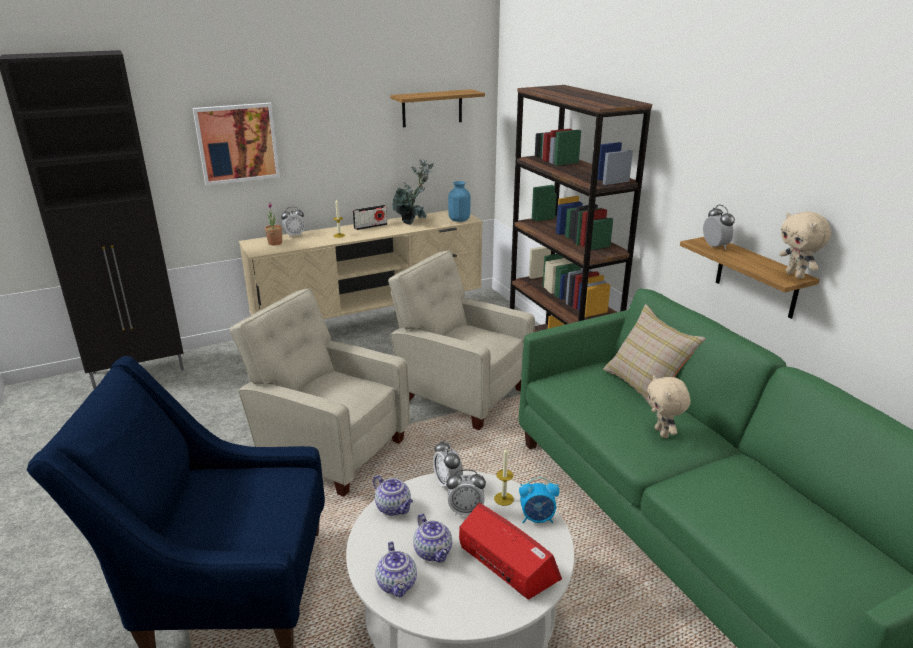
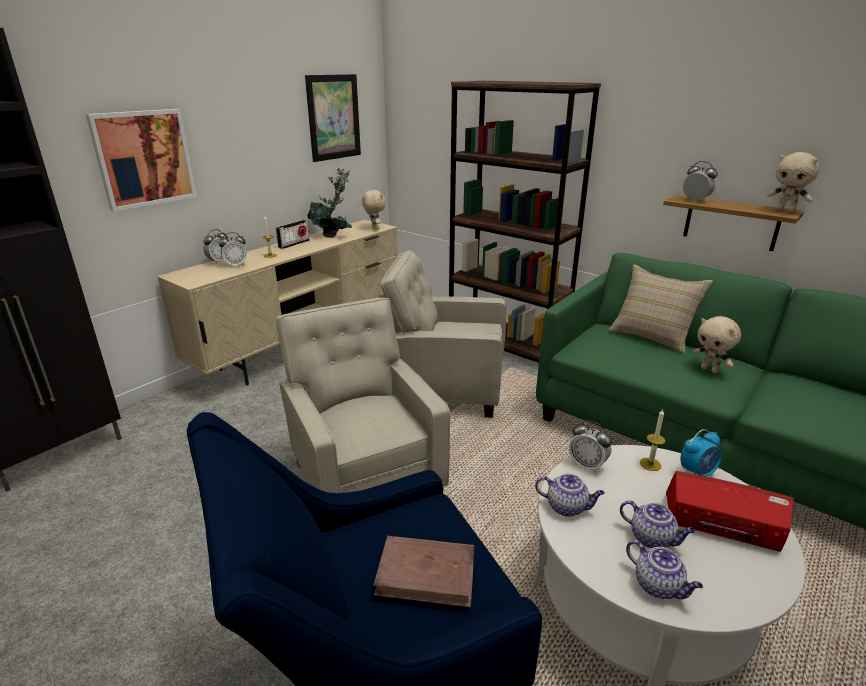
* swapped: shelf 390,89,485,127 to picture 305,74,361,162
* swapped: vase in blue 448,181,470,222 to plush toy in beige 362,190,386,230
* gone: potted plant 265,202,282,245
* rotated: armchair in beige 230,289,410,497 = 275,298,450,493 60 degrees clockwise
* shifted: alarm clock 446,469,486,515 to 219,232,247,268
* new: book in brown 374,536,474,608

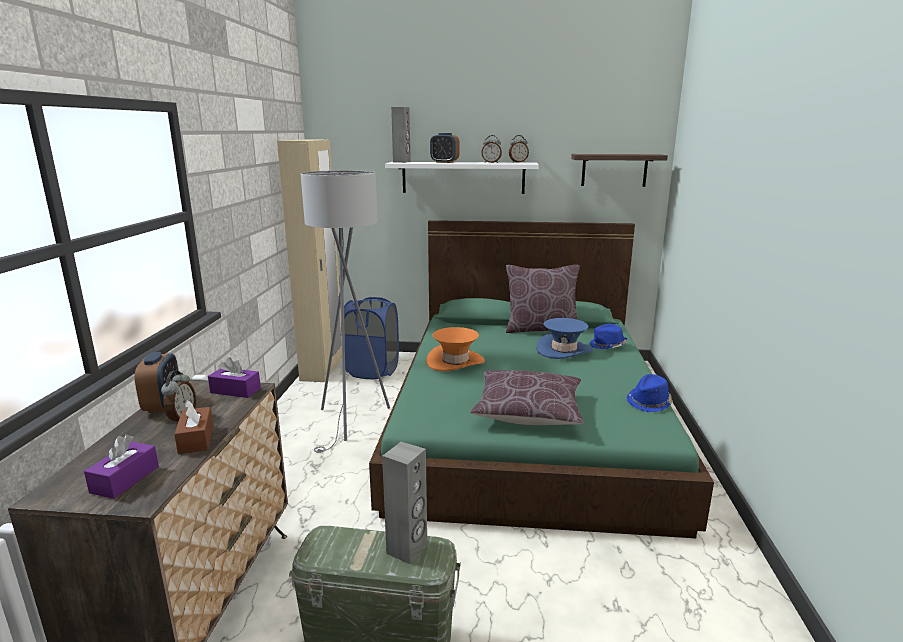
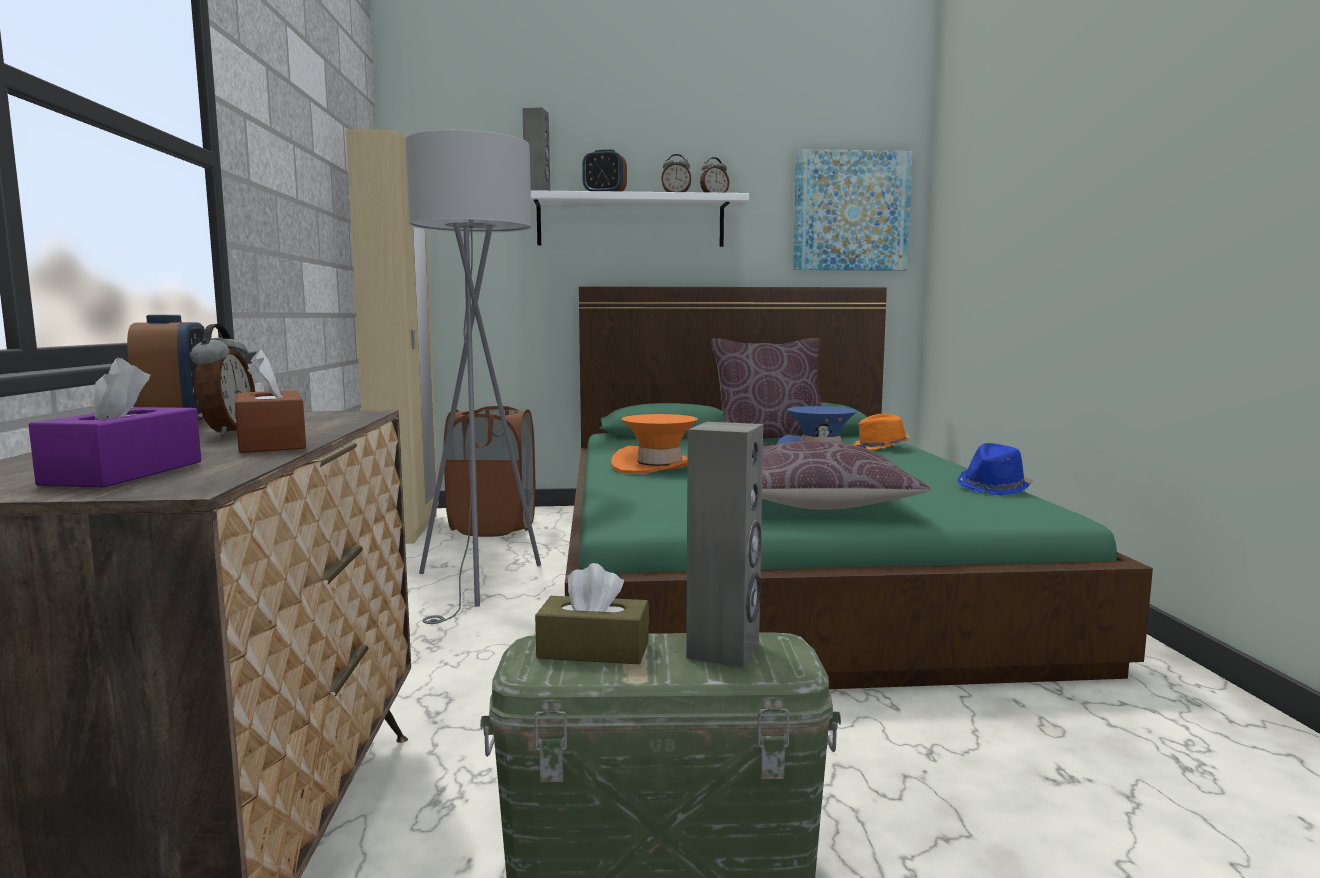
* swapped: shelf 571,154,668,187 to picture 793,149,913,271
* repainted: laundry basket in blue 344,297,399,379 to laundry basket in brown 444,406,536,537
* repainted: hat in blue 589,324,627,349 to hat in orange 853,414,911,449
* gone: tissue box in purple 208,357,261,398
* new: tissue box in brown 535,563,649,664

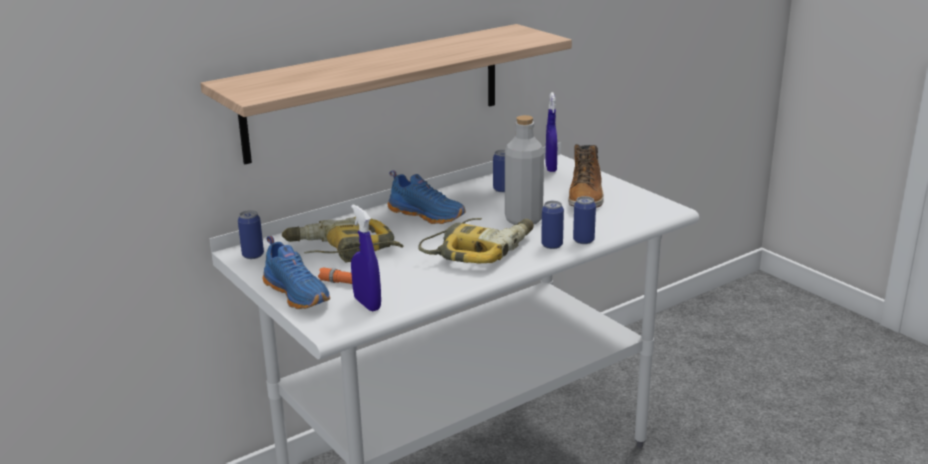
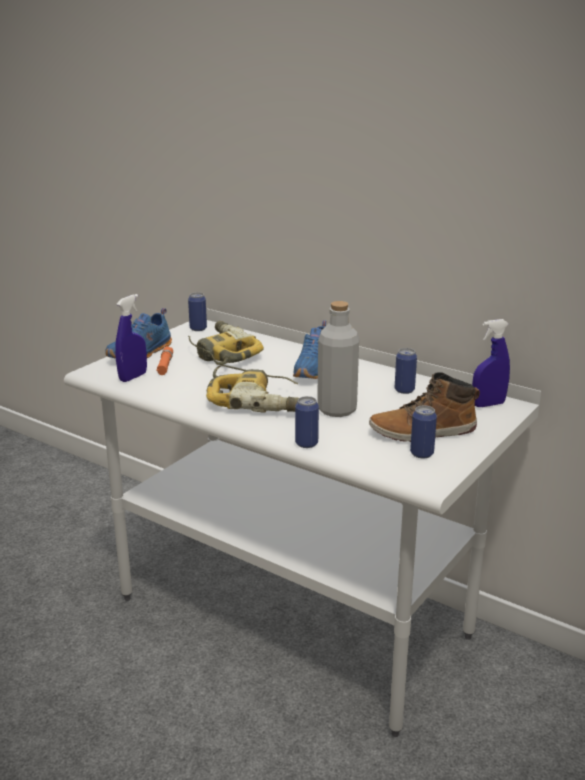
* gone: shelf 200,24,572,164
* shifted: can 541,201,564,249 to 410,405,437,458

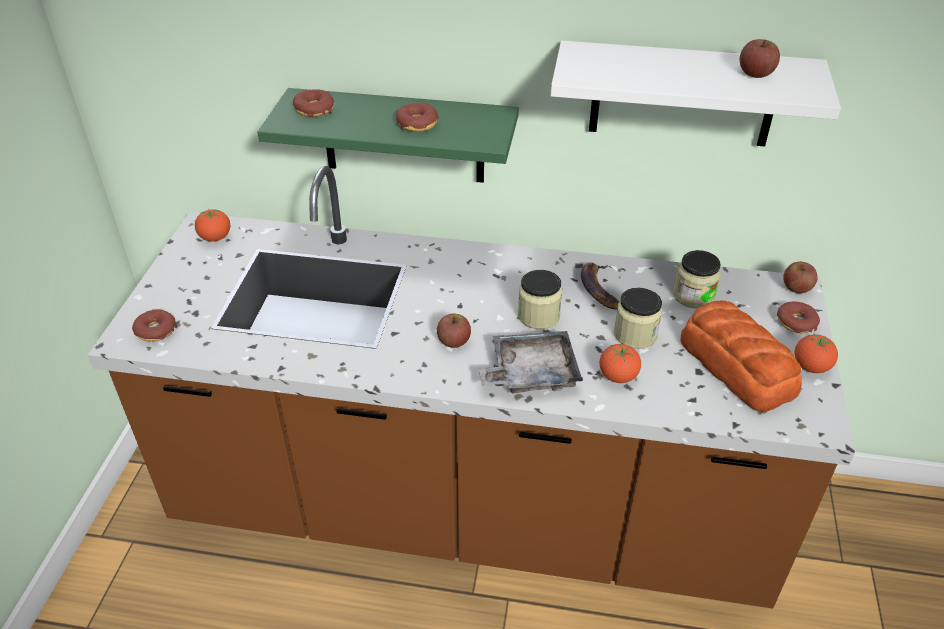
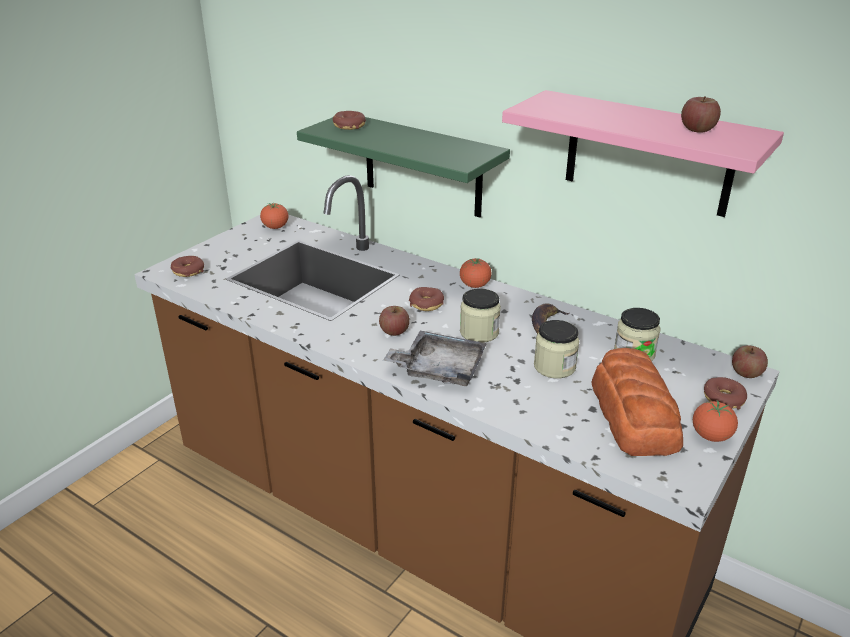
* repainted: shelf in white 551,41,841,146 to shelf in pink 502,90,784,217
* shifted: donut 396,103,439,132 to 409,287,444,311
* shifted: tomato 600,344,641,383 to 460,258,492,288

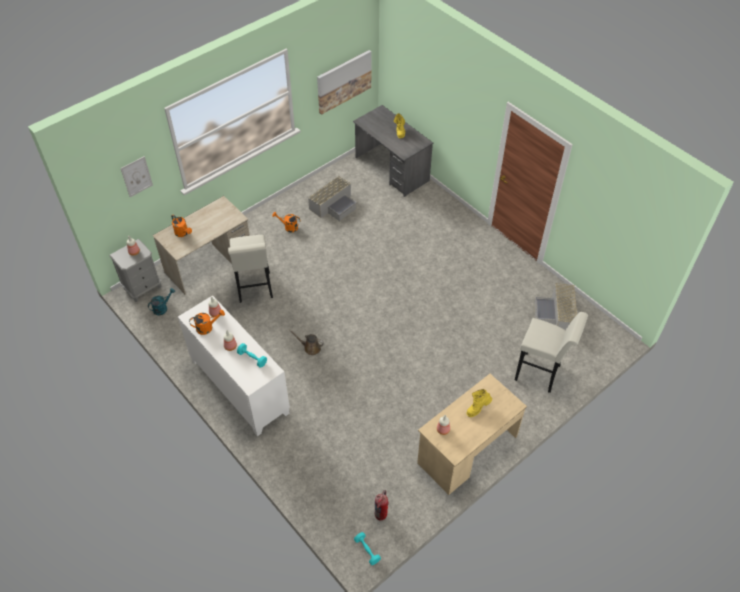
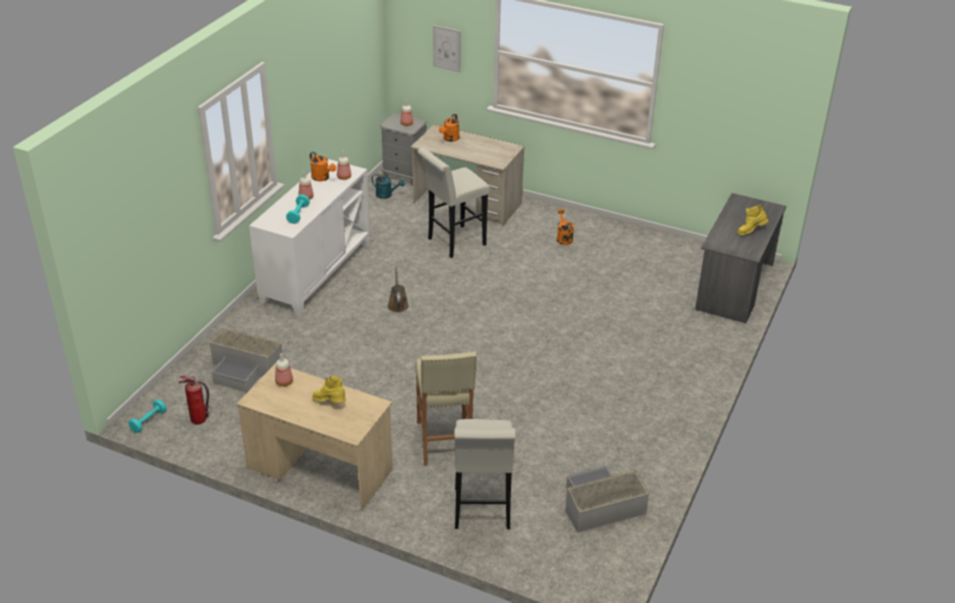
* gone: picture 317,50,371,115
* shifted: storage box in grey 308,177,357,221 to 209,328,282,392
* new: stool in beige 415,352,477,466

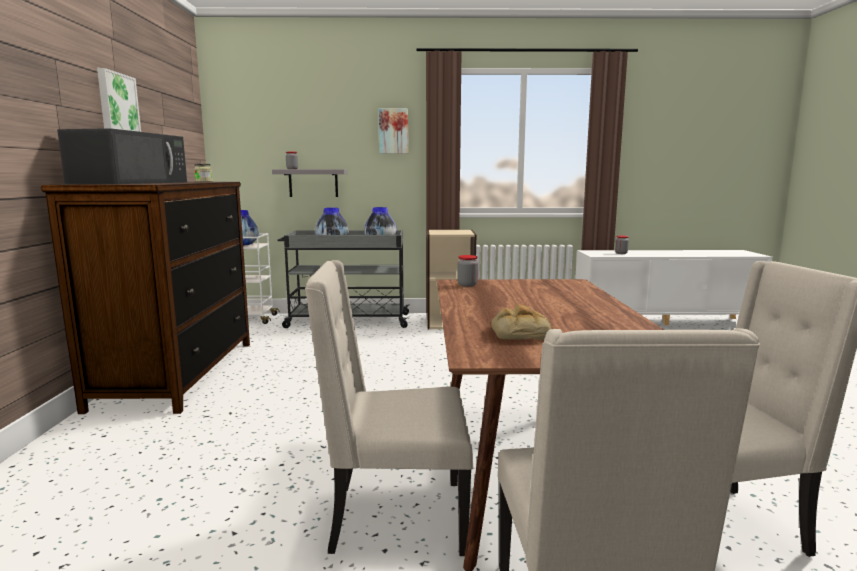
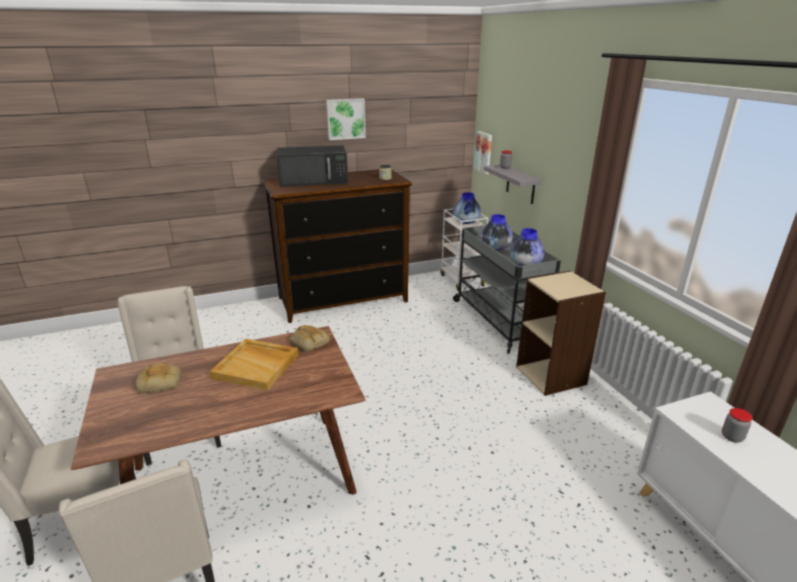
* shifted: picture 379,108,408,154 to 474,131,492,174
* swapped: jar 457,255,478,287 to bread 289,325,330,352
* new: tray in beige 210,339,299,391

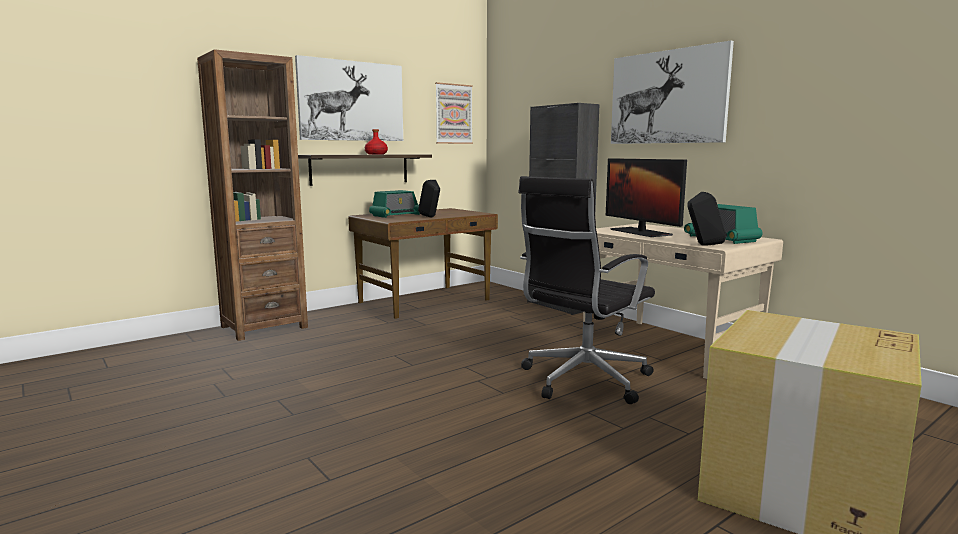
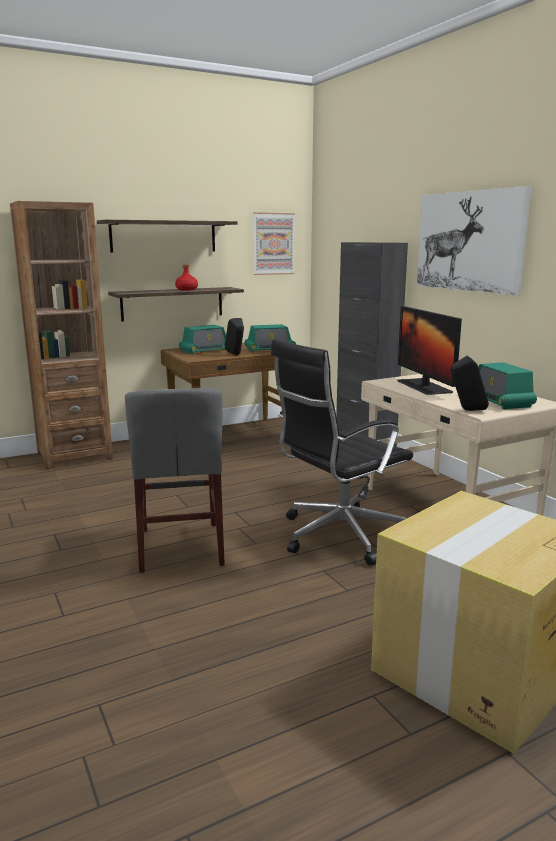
* swapped: picture 295,55,403,141 to shelf 97,220,237,253
* new: radio 244,324,296,352
* new: chair in grey 125,388,225,573

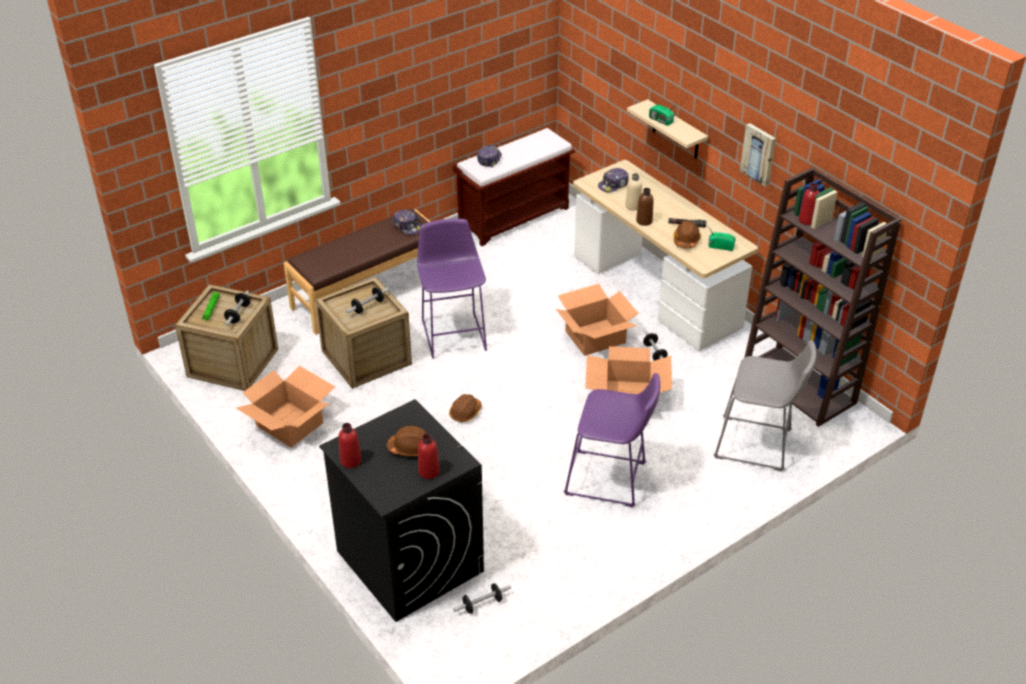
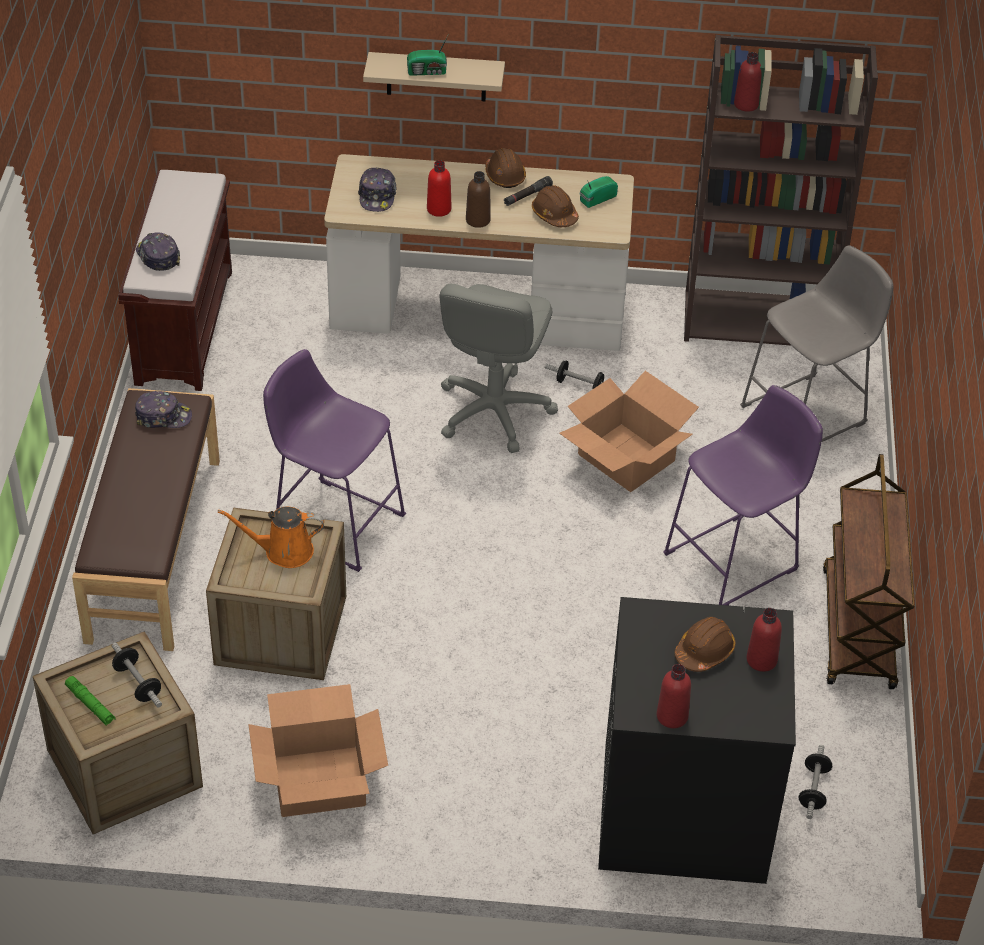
* gone: picture 740,123,776,187
* repainted: bottle in beige 625,173,642,211 to bottle in red 427,160,451,217
* swapped: cardboard box 556,284,639,356 to office chair in grey 439,284,558,453
* swapped: dumbbell 346,287,389,314 to watering can in orange 218,507,324,568
* shifted: hard hat in brown 449,394,482,422 to 486,148,526,188
* new: cart in brown 823,454,915,689

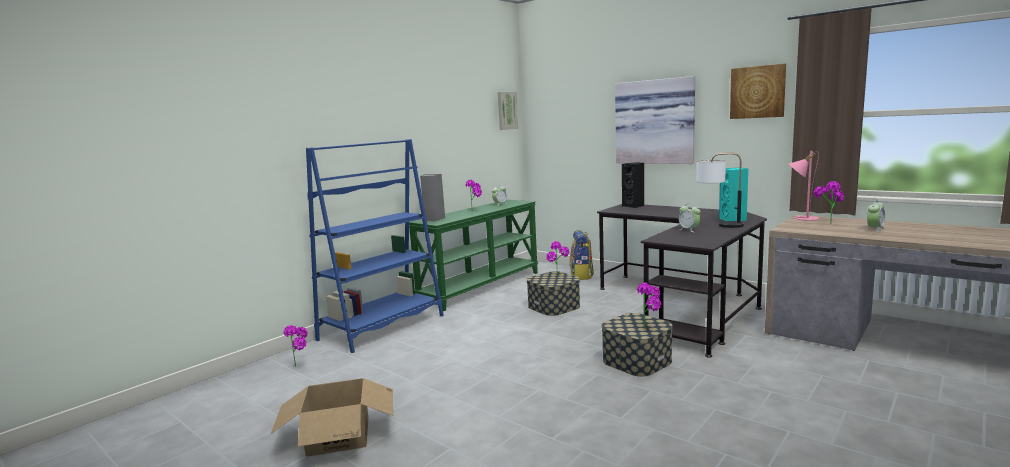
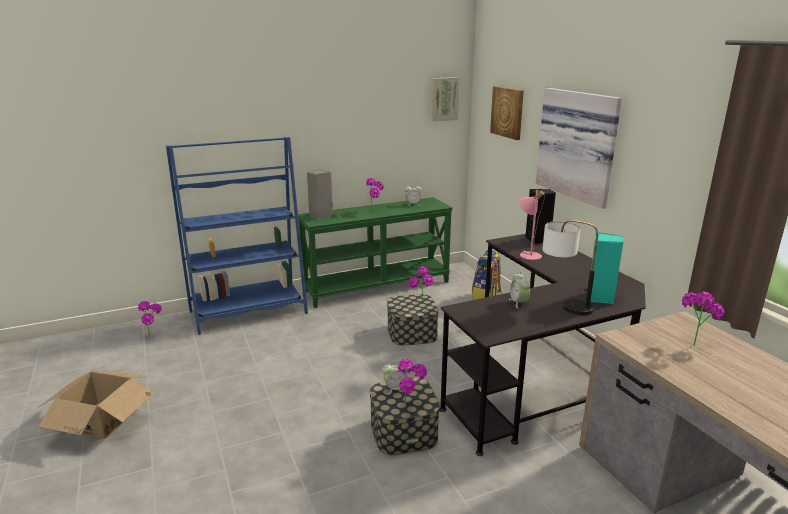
* shifted: picture 730,64,786,119 to 490,86,524,140
* shifted: table lamp in pink 789,151,819,221 to 519,190,545,260
* shifted: alarm clock 867,200,885,232 to 382,360,408,395

